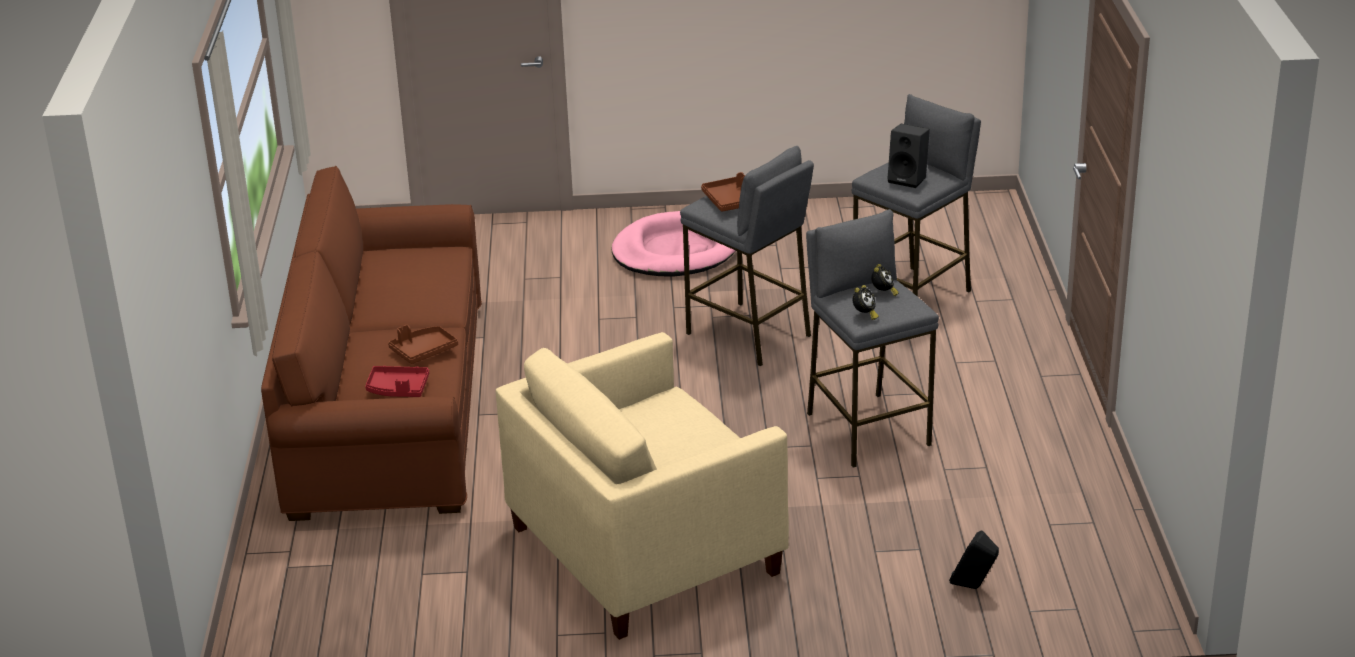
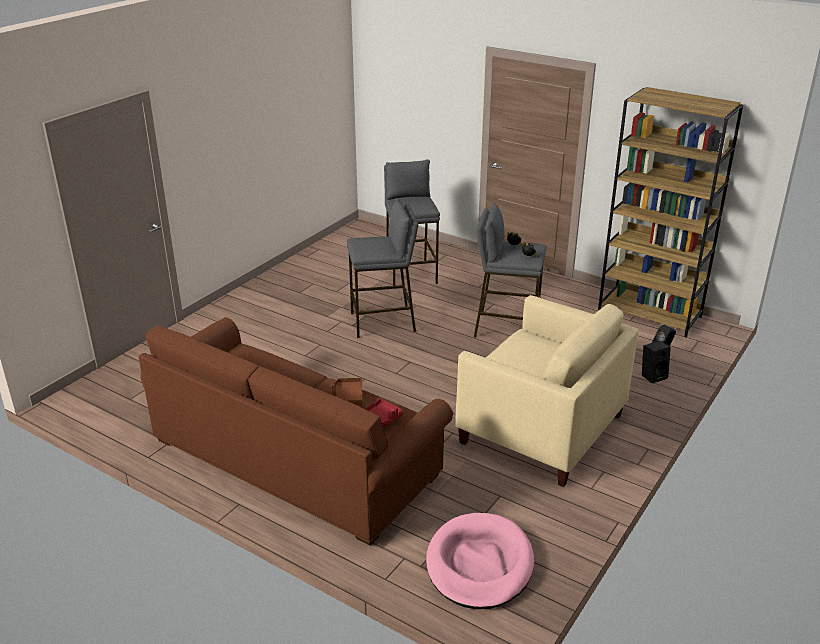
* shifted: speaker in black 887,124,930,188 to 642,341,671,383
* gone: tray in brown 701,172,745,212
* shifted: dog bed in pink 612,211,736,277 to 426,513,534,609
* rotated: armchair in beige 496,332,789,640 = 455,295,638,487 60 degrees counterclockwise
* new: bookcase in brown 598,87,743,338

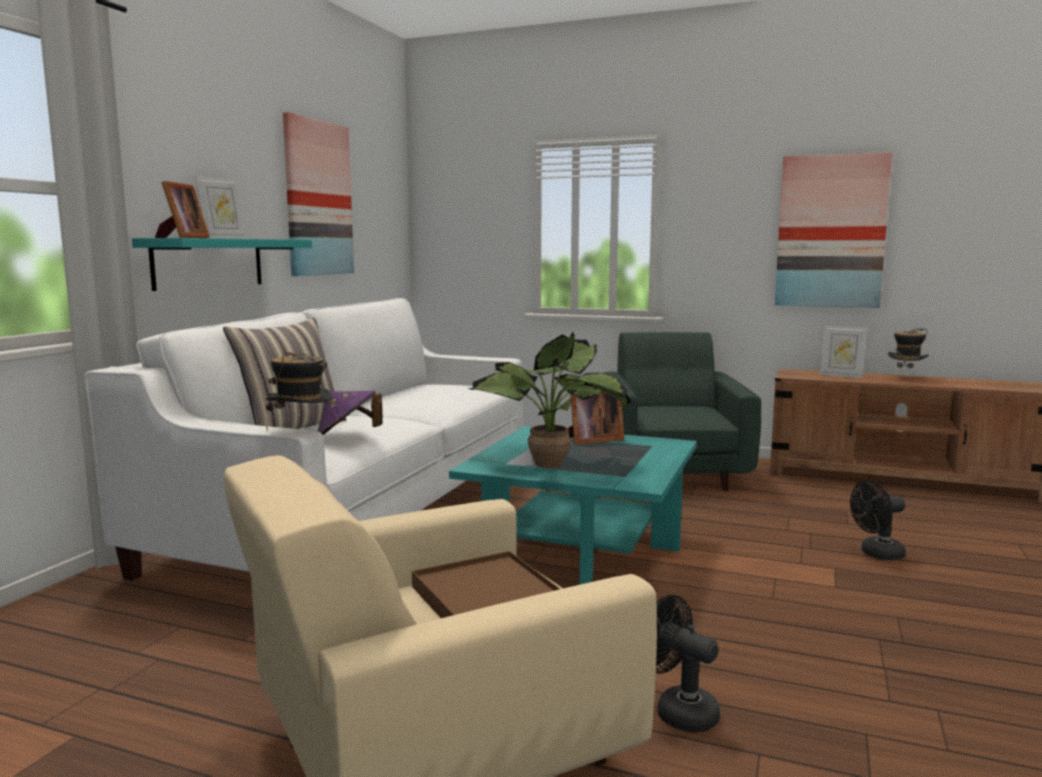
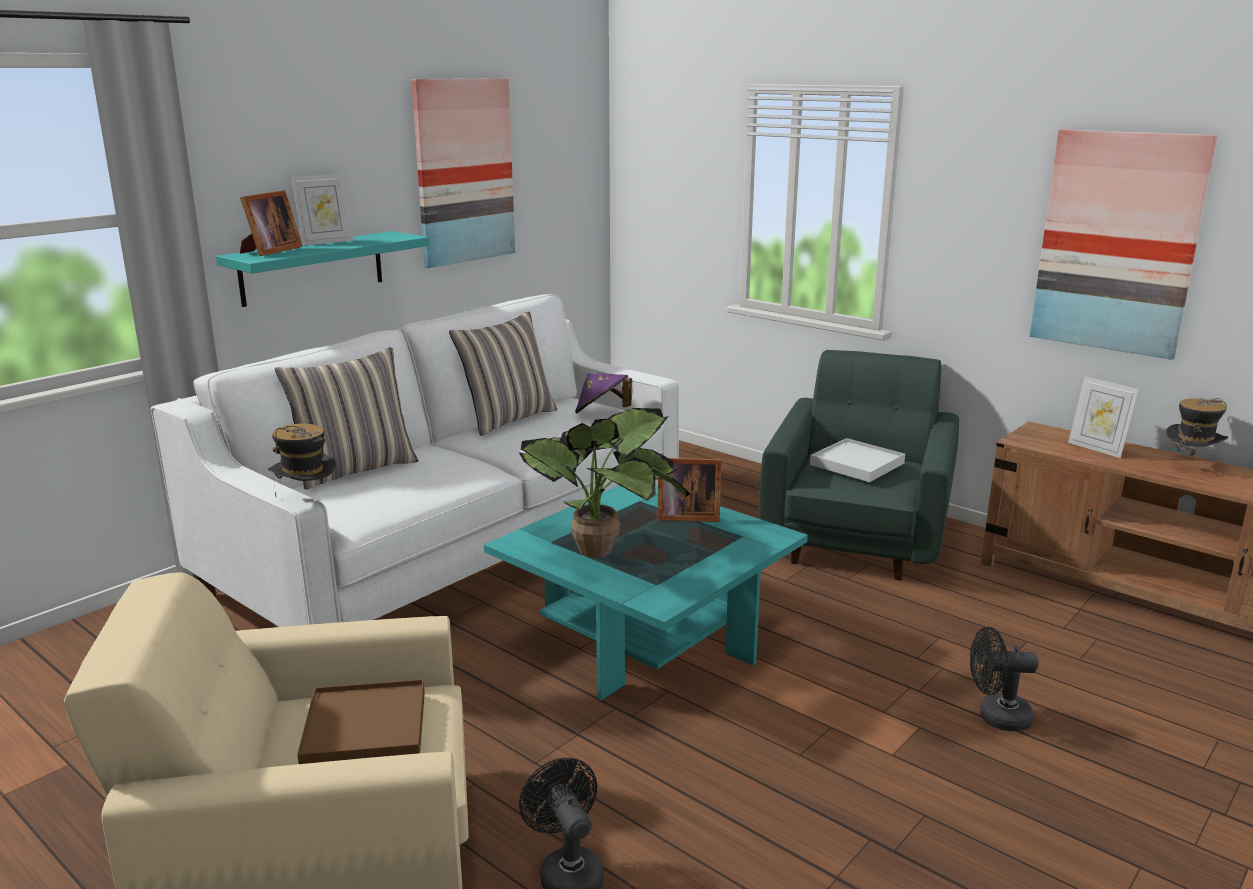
* shifted: hat in purple 318,391,383,435 to 575,373,632,414
* new: pillow 449,311,557,436
* new: tray in white 810,438,905,482

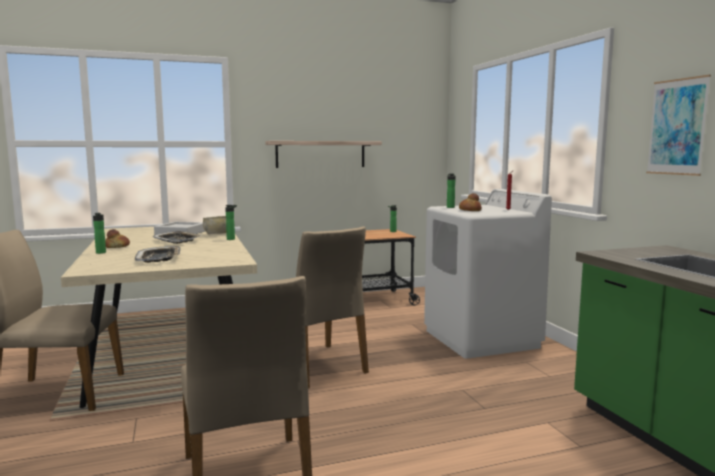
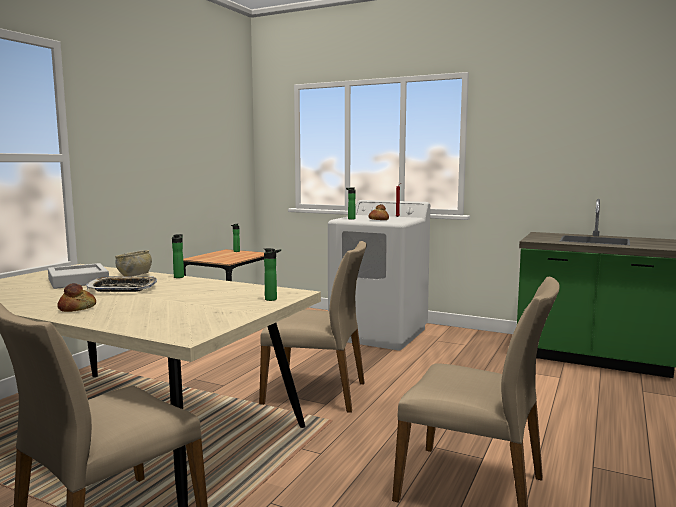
* gone: picture 646,75,711,176
* gone: shelf 265,141,382,168
* shifted: bottle 93,213,106,254 to 264,248,281,301
* gone: tray 135,246,180,263

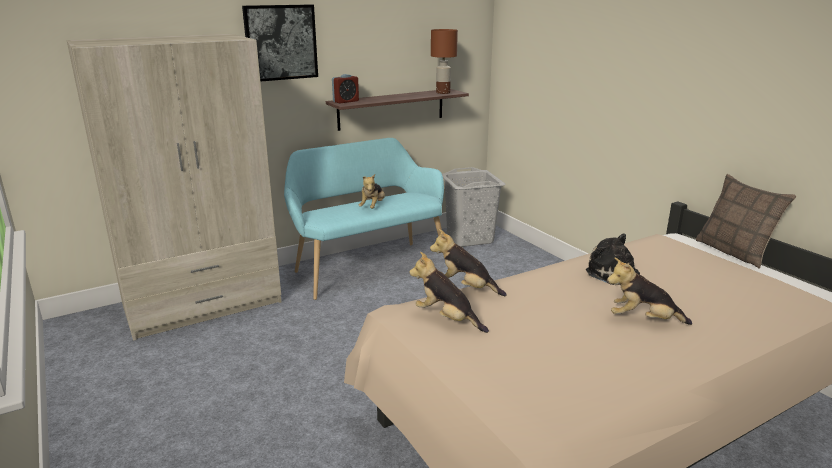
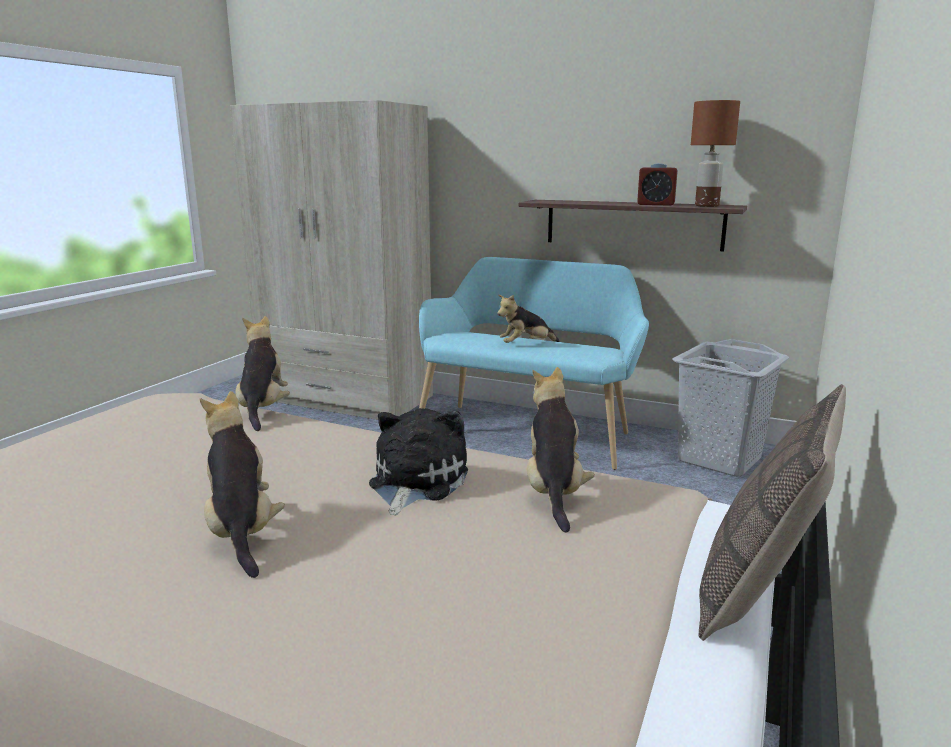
* gone: picture 242,4,318,82
* shifted: alarm clock 332,74,359,104 to 637,163,678,206
* shifted: plush toy 409,252,489,333 to 527,367,595,533

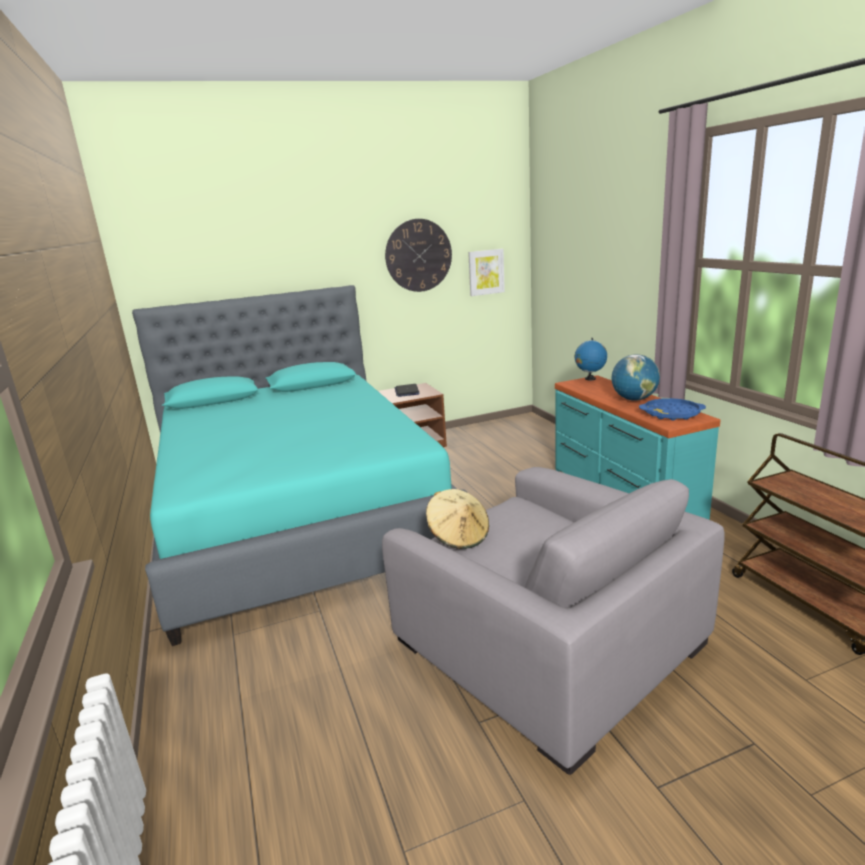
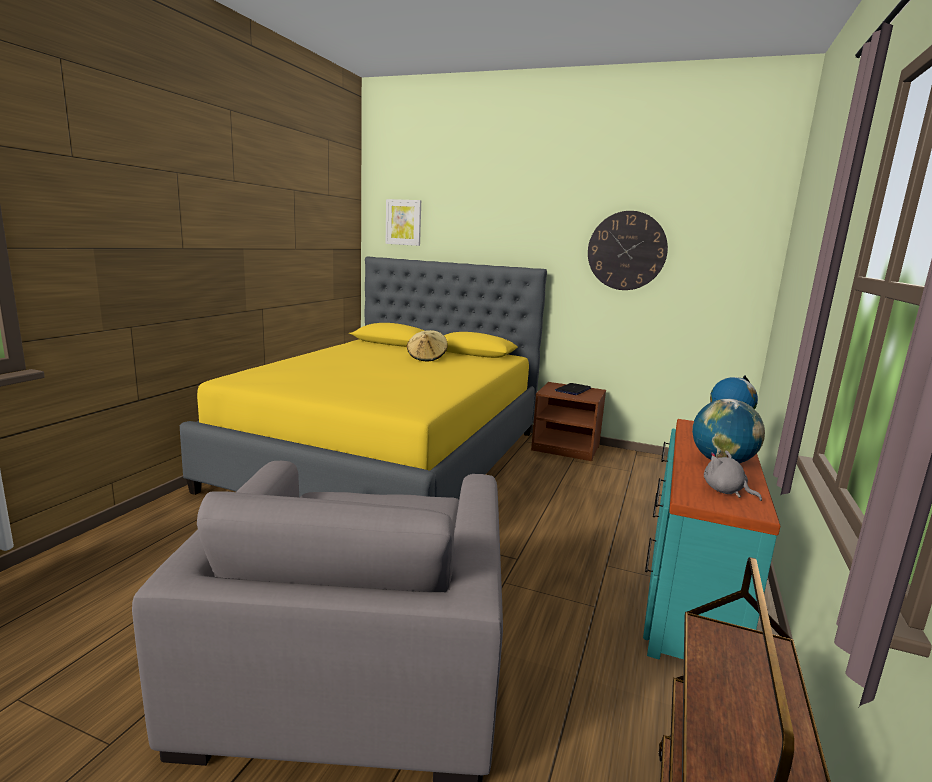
* shifted: picture 468,249,505,296 to 386,199,421,246
* repainted: bed in turquoise 132,285,468,646 to bed in yellow 180,257,547,499
* swapped: tray in blue 639,398,706,420 to plush toy in grey 704,451,762,501
* shifted: hat in beige 426,489,489,549 to 407,330,448,361

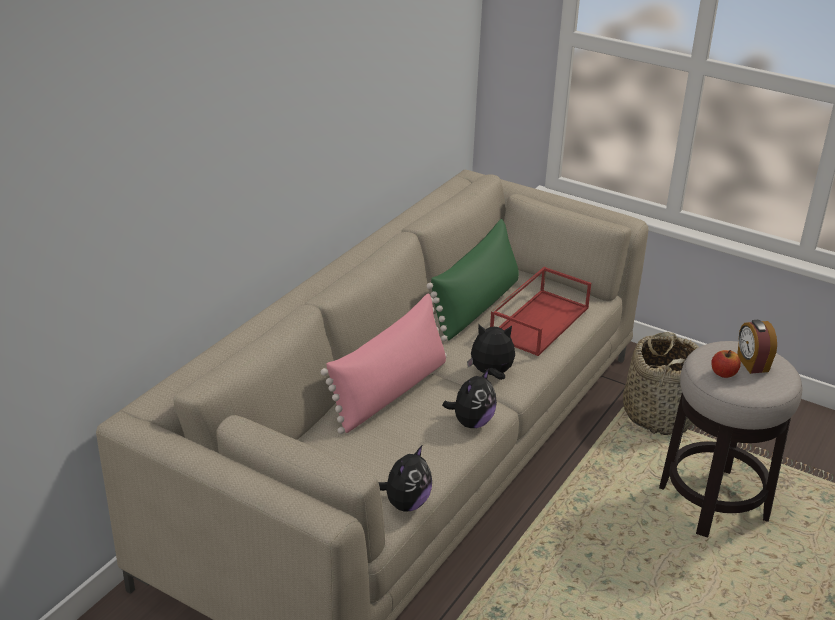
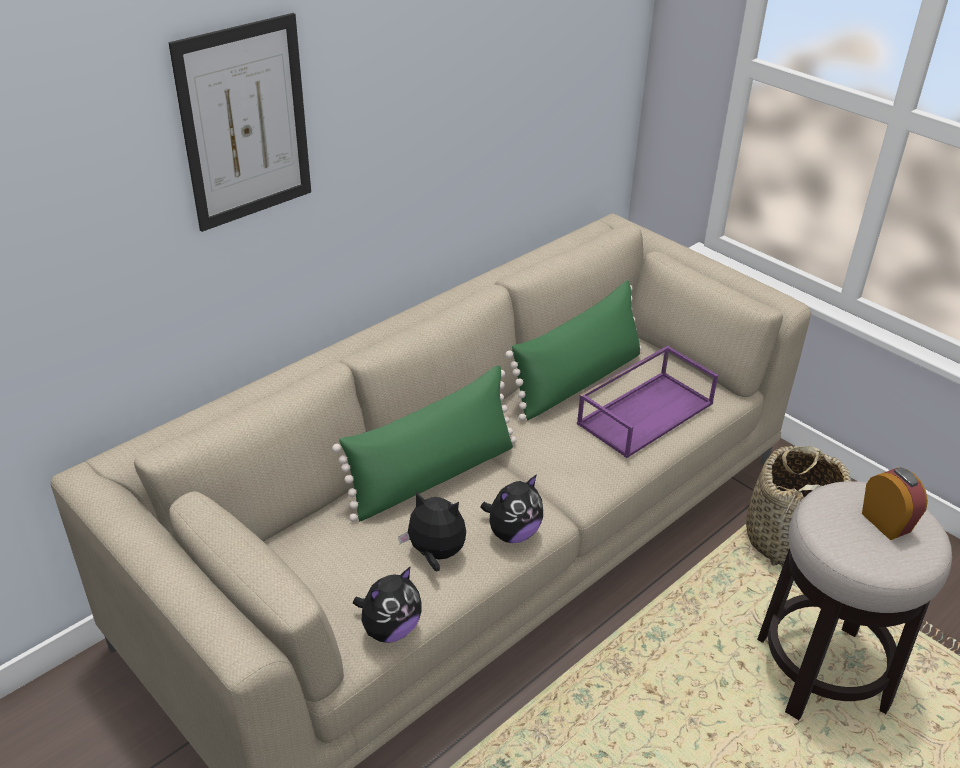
* repainted: tray in red 490,267,591,356 to tray in purple 577,346,718,458
* repainted: pillow in pink 321,294,447,434 to pillow in green 332,365,517,522
* rotated: alarm clock 737,320,777,374 = 862,467,928,540 150 degrees clockwise
* shifted: plush toy 467,324,515,380 to 398,492,466,572
* gone: apple 711,350,741,378
* new: picture 169,13,311,232

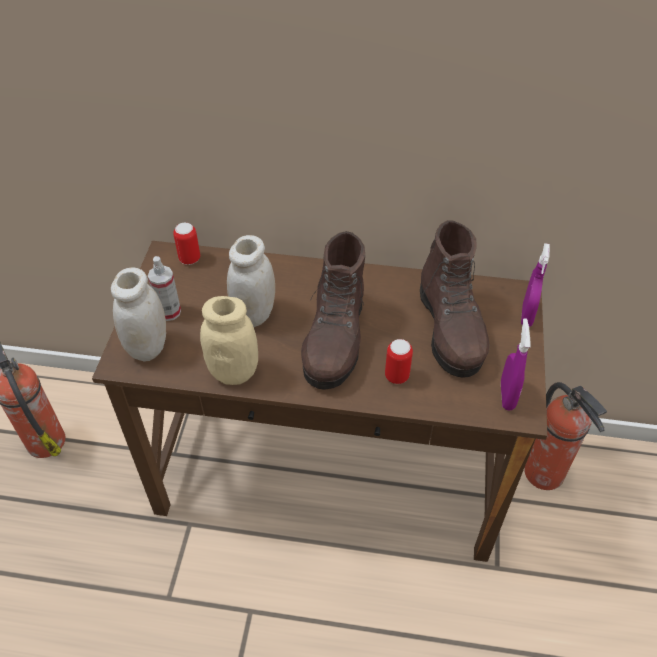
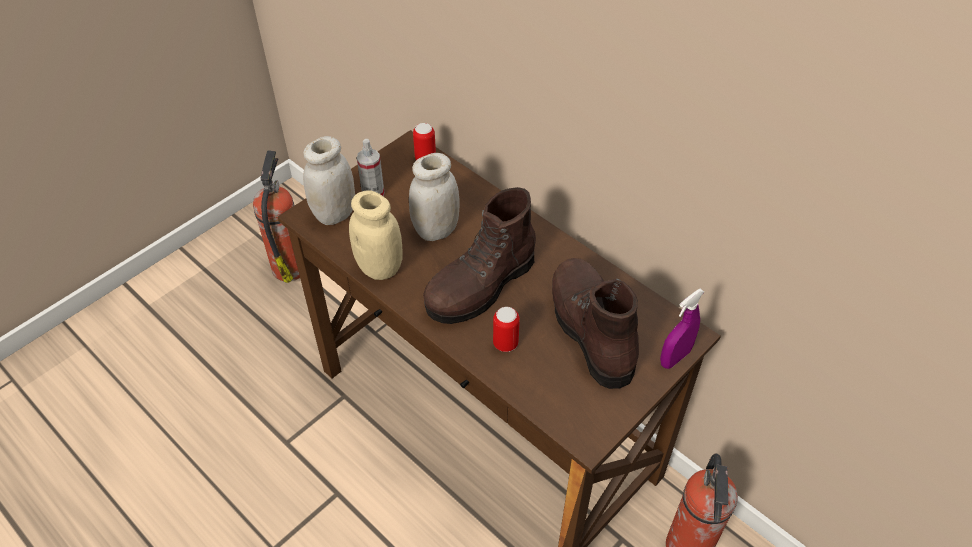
* rotated: boot in brown 420,220,489,378 = 552,258,639,389 135 degrees clockwise
* gone: spray bottle in purple 501,318,531,411

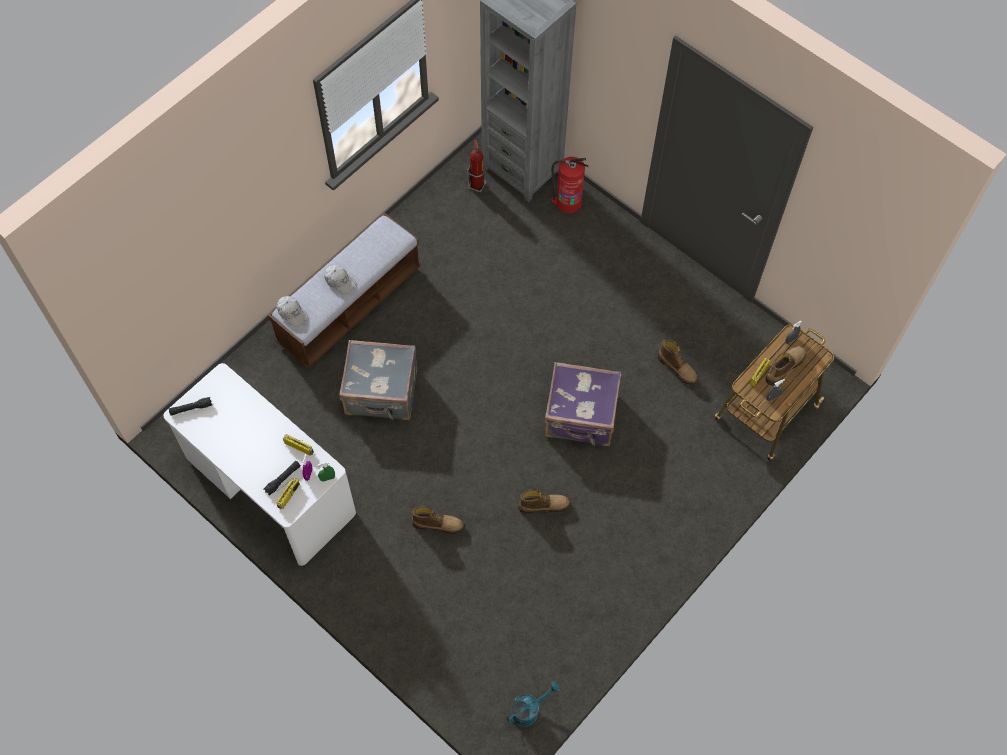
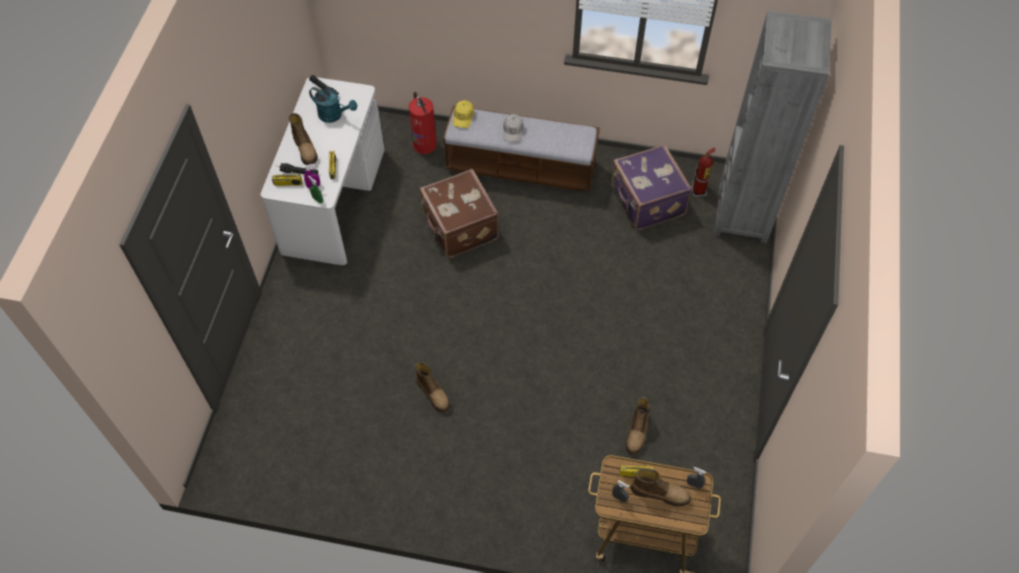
* shifted: fire extinguisher 551,157,589,213 to 408,92,437,154
* repainted: cap in white 277,296,308,327 to cap in yellow 453,100,474,128
* repainted: suitcase in grey 339,340,417,420 to suitcase in brown 420,169,499,258
* shifted: suitcase in purple 544,362,622,446 to 611,144,692,230
* shifted: boot 412,506,465,534 to 289,113,318,165
* shifted: watering can in turquoise 506,681,561,728 to 309,87,357,123

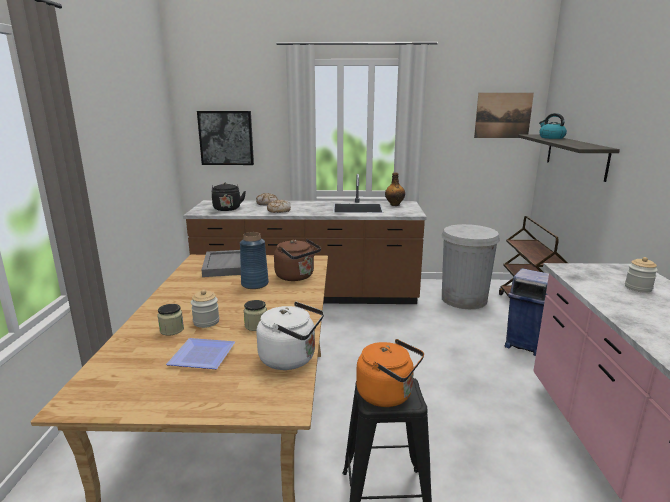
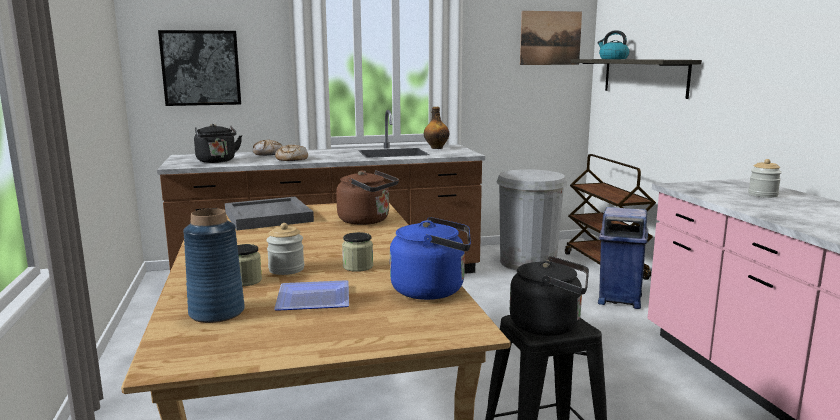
* shifted: vase in blue 240,232,269,289 to 183,208,245,323
* repainted: kettle in white 256,302,324,370 to kettle in blue 390,217,471,300
* repainted: kettle in orange 356,339,424,407 to kettle in black 510,256,589,336

